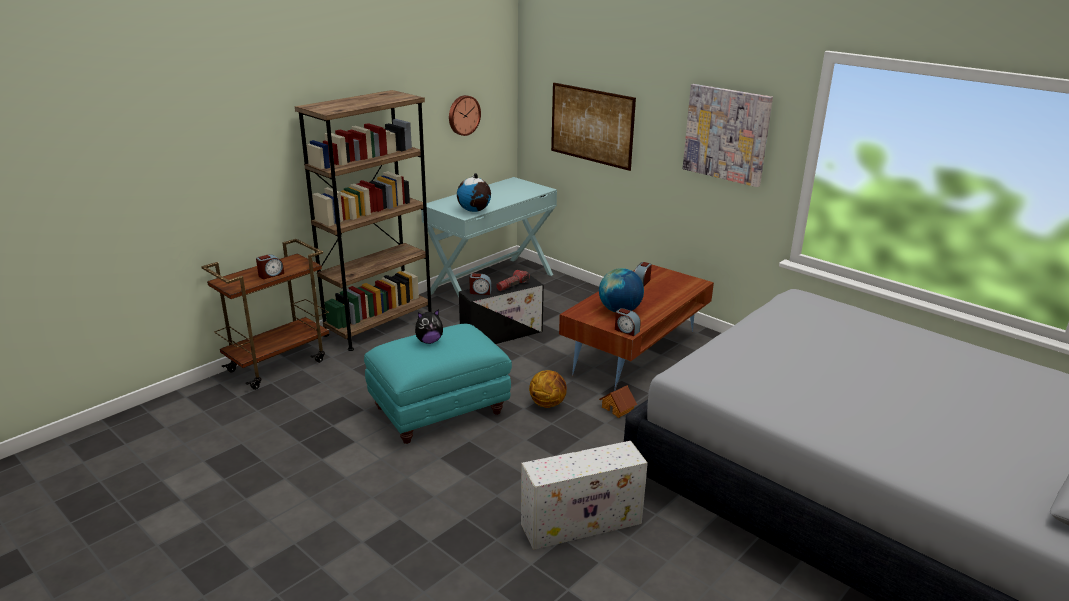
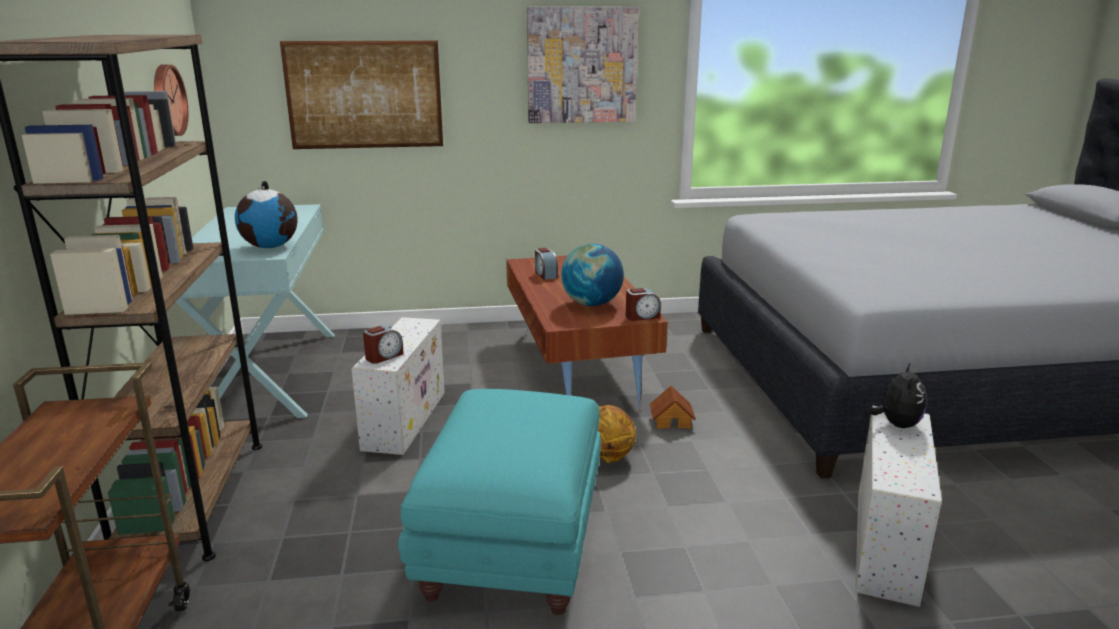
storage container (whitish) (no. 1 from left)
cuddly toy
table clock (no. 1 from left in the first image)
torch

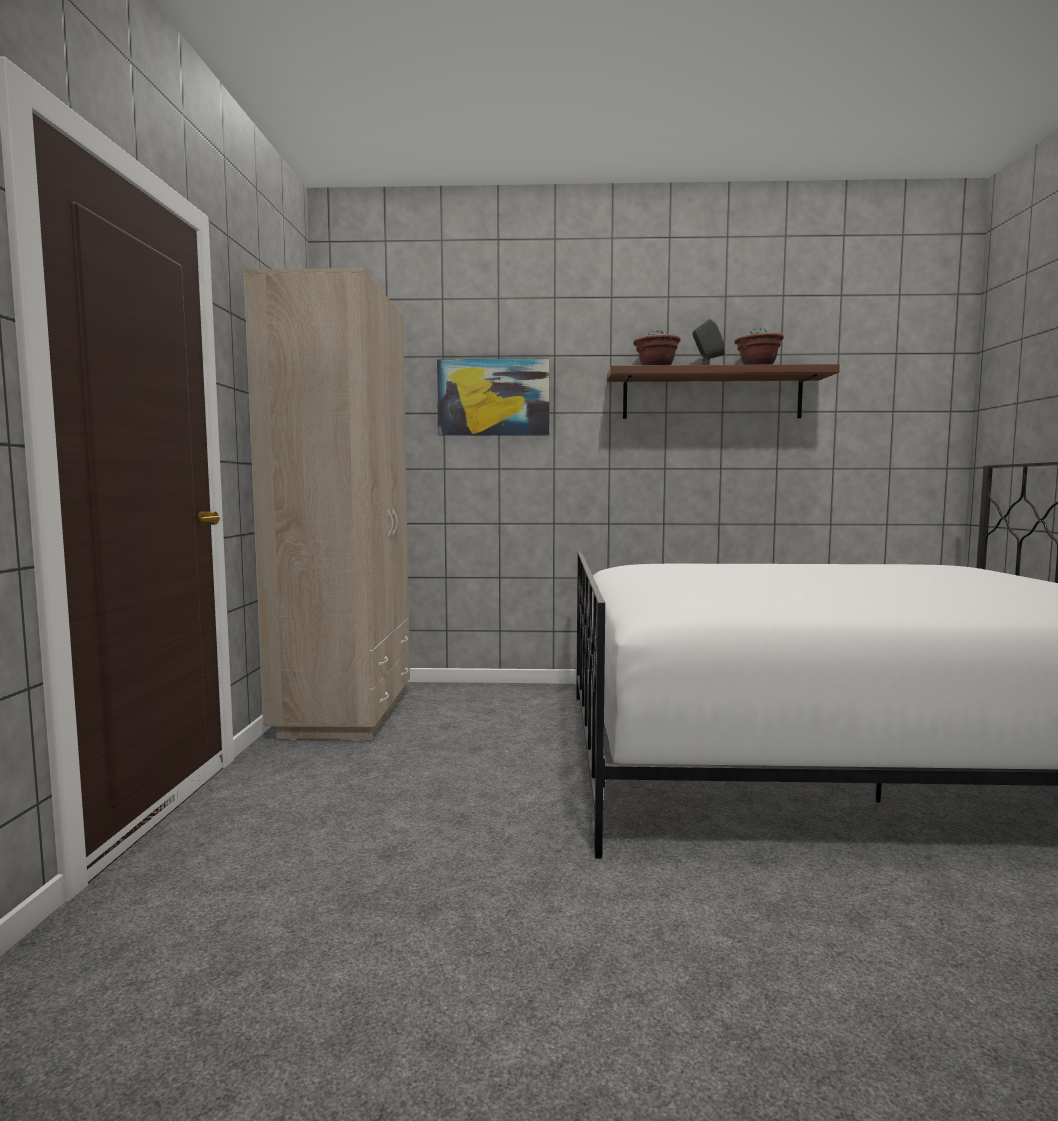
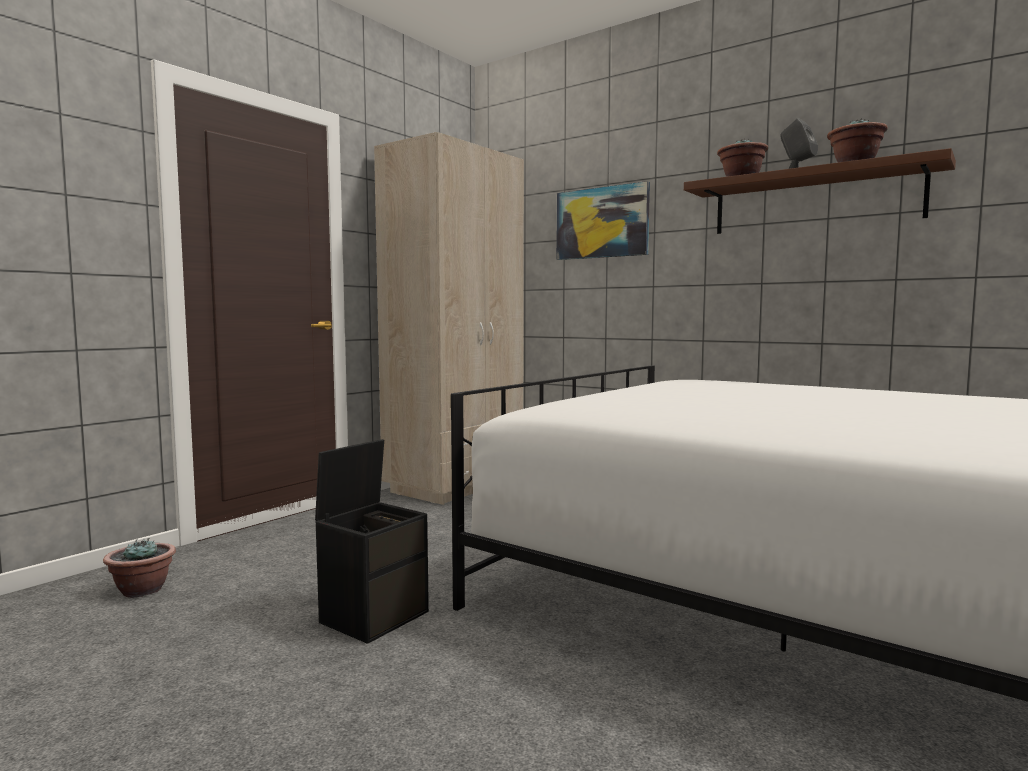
houseplant (no. 1 from left)
storage container (blackish)

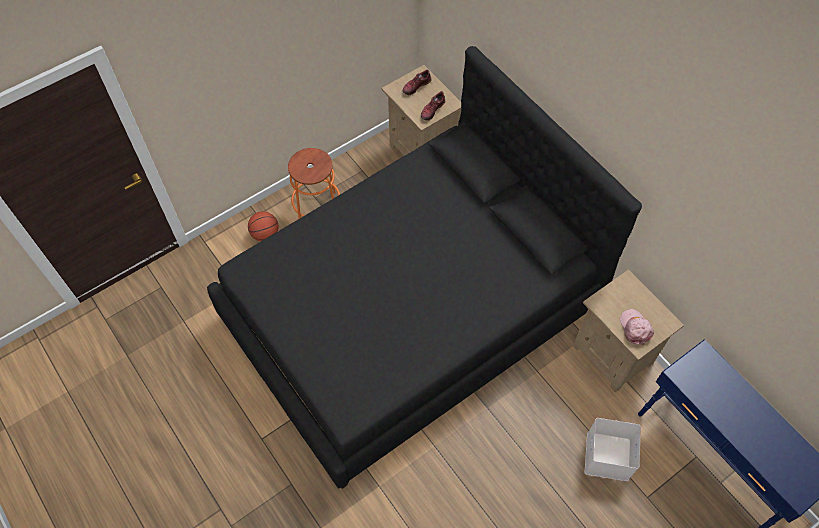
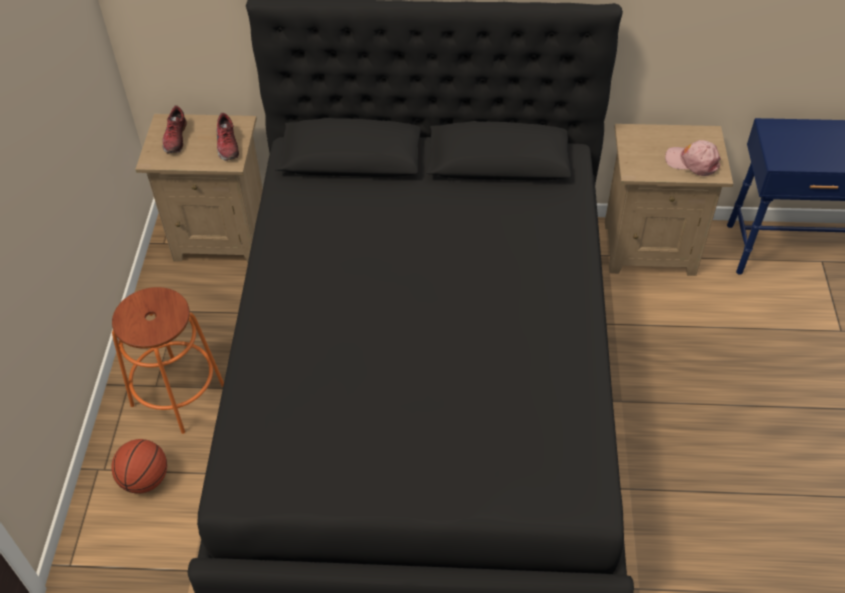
storage container (whitish)

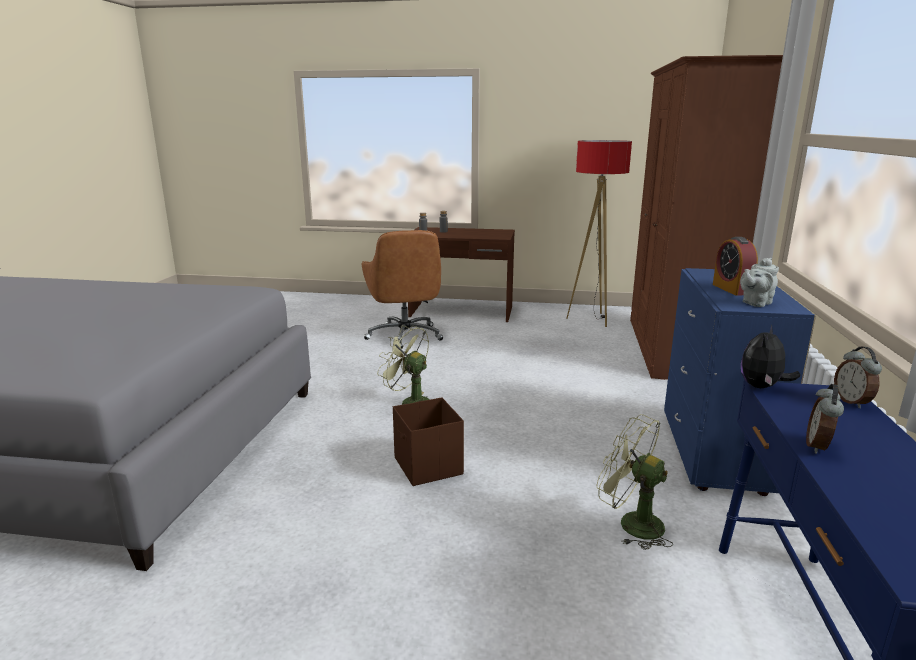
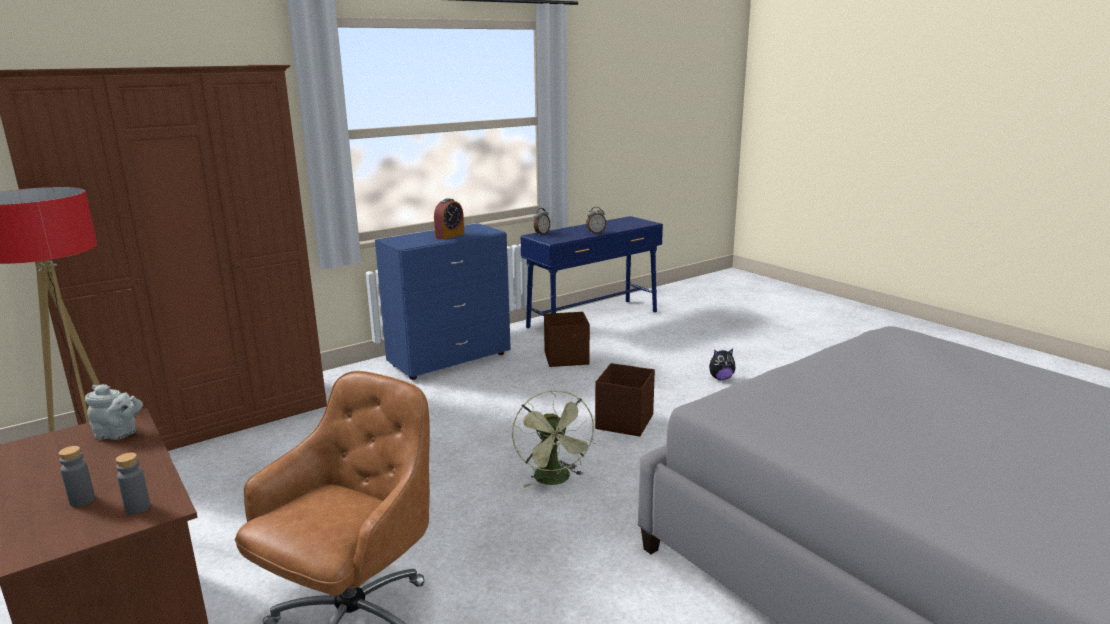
pot for tea (gray)
storage container (brown) (no. 1 from left)
cuddly toy

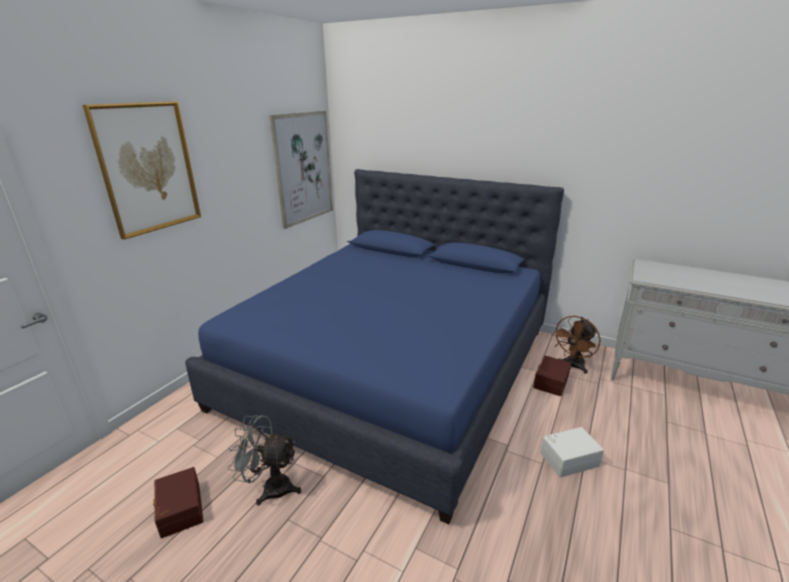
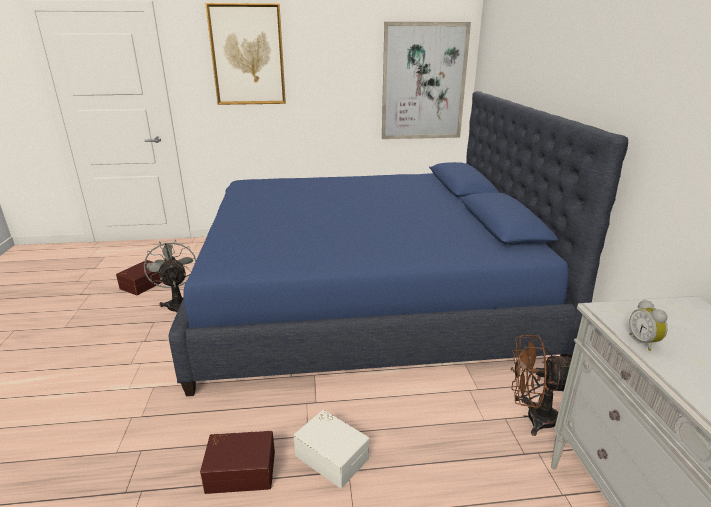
storage container (brown) (no. 2 from left)
table clock

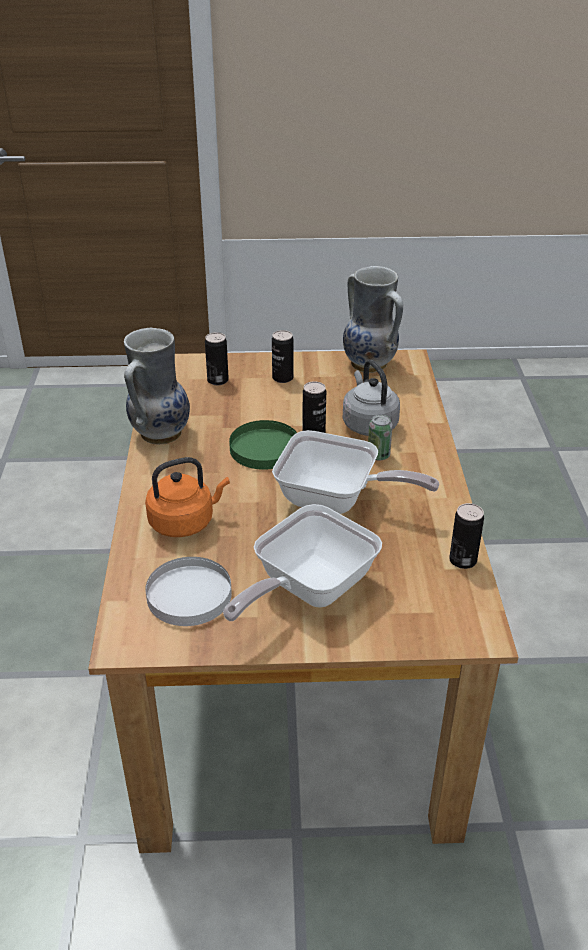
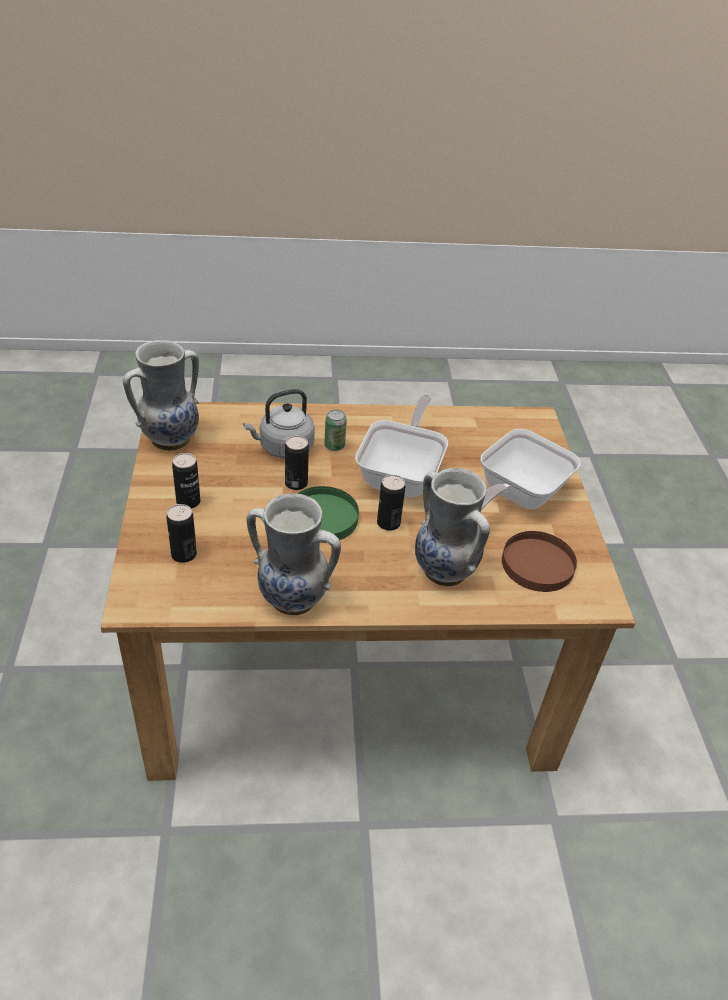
sealed can (no. 5 from left)
decorative vase (no. 3 from left)
pan (no. 2 from left)
dinner plate (brown)

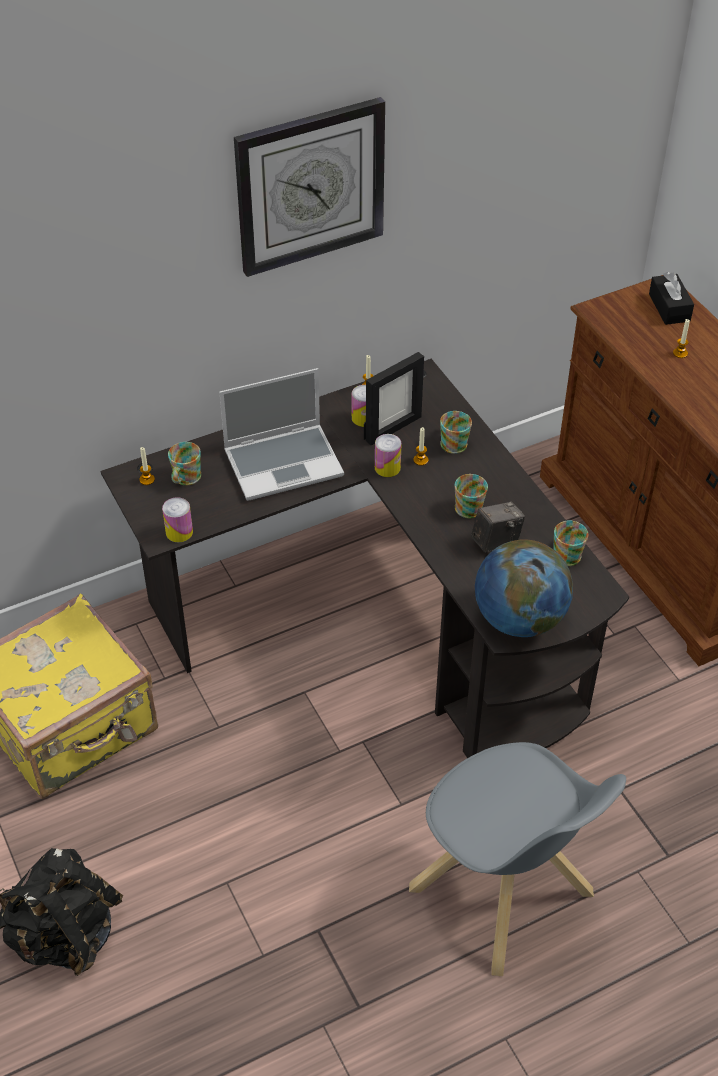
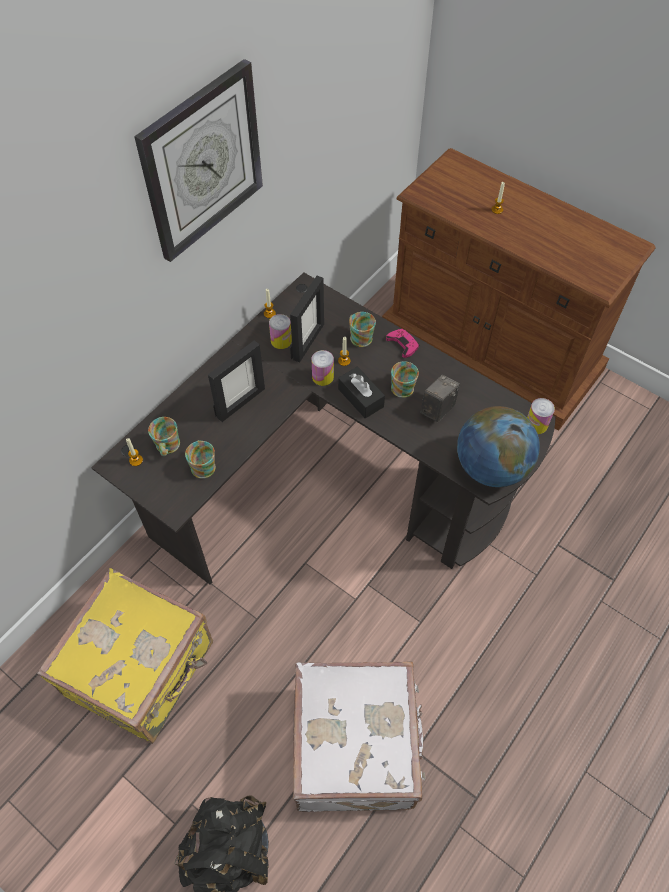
coffee mug (no. 2 from left)
picture frame (no. 1 from left)
piece of luggage (whitish)
tissue holder (blackish)
game controller (pink-coloured)
sealed can (no. 3 from left)
upright chair (gray)

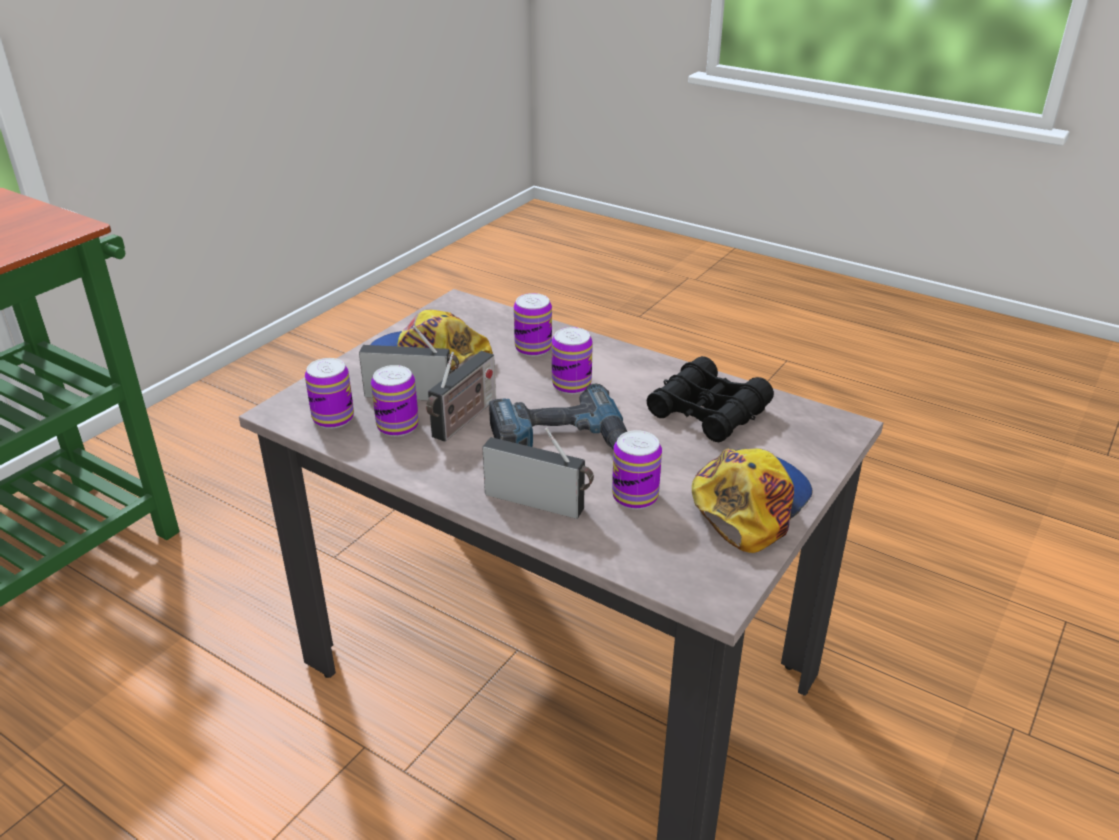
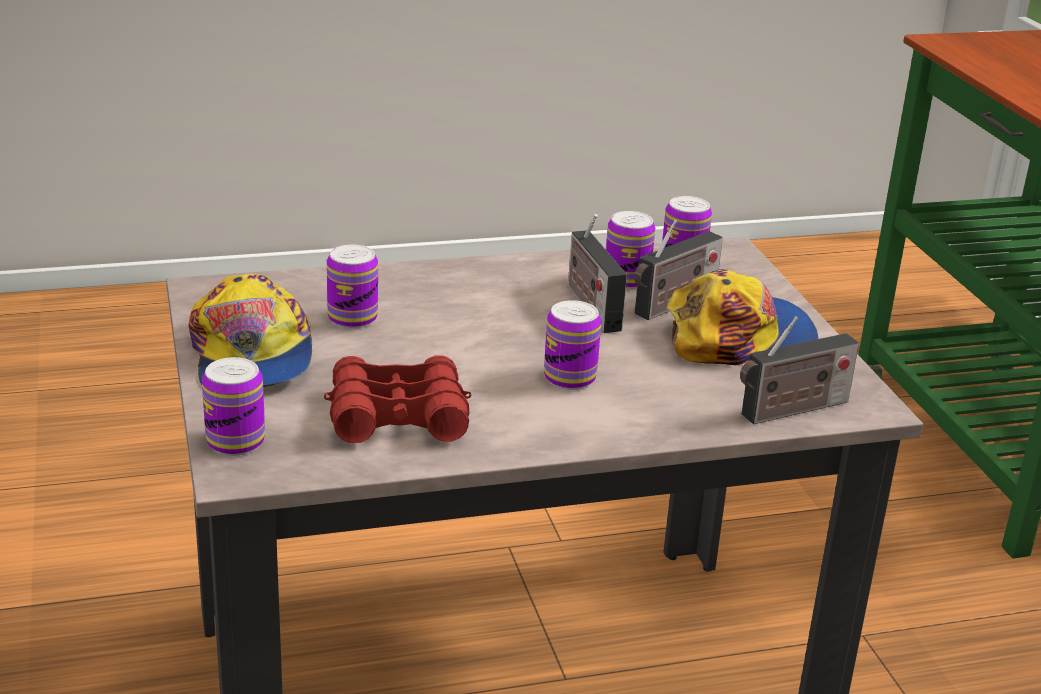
sealed can (no. 1 from left)
binoculars (reddish)
radio (no. 3 from left)
power drill

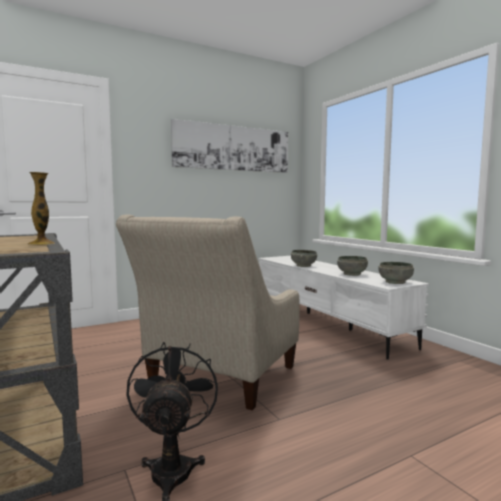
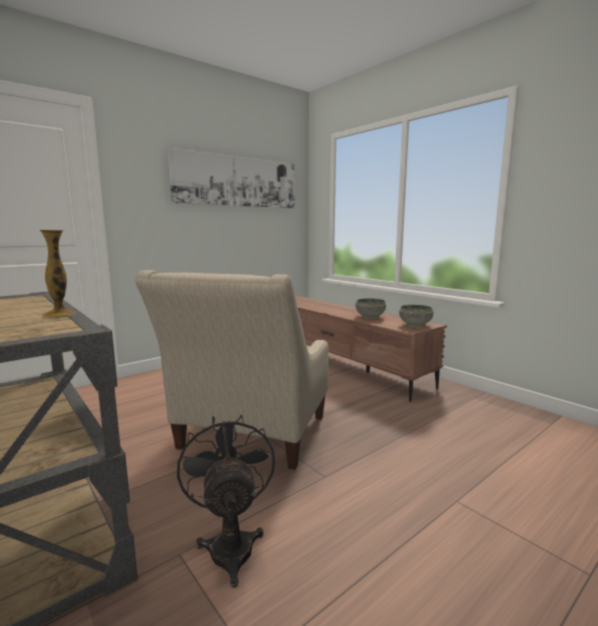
media console (brown)
serving bowl (gray) (no. 1 from left in the first image)

